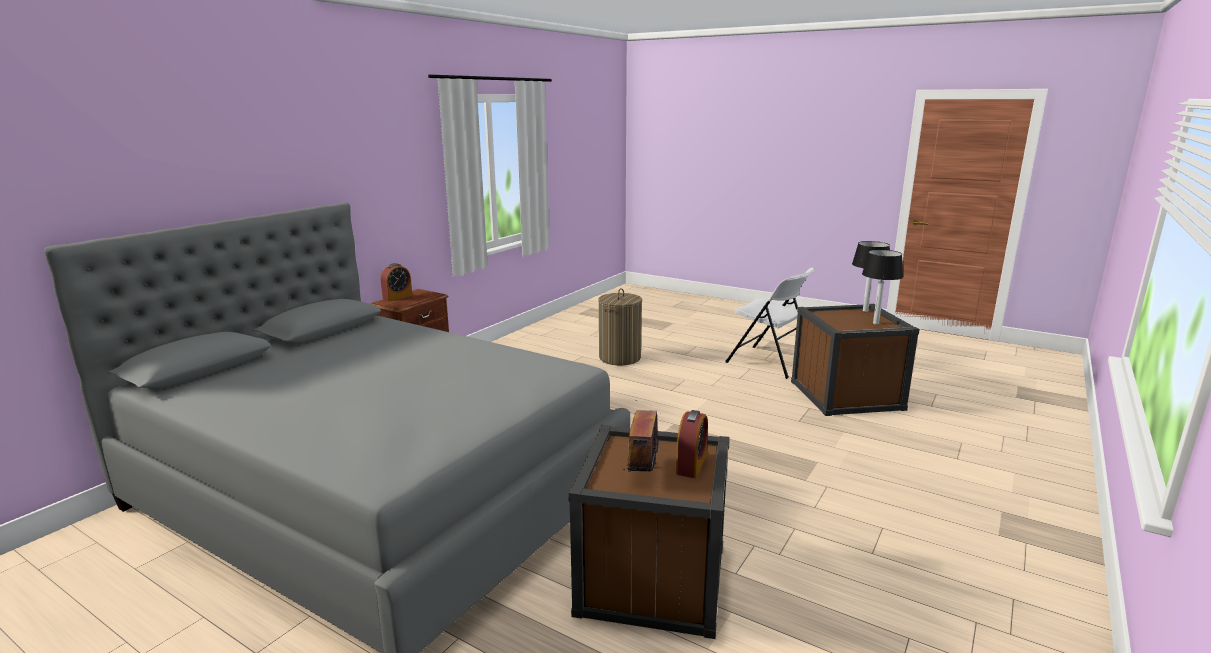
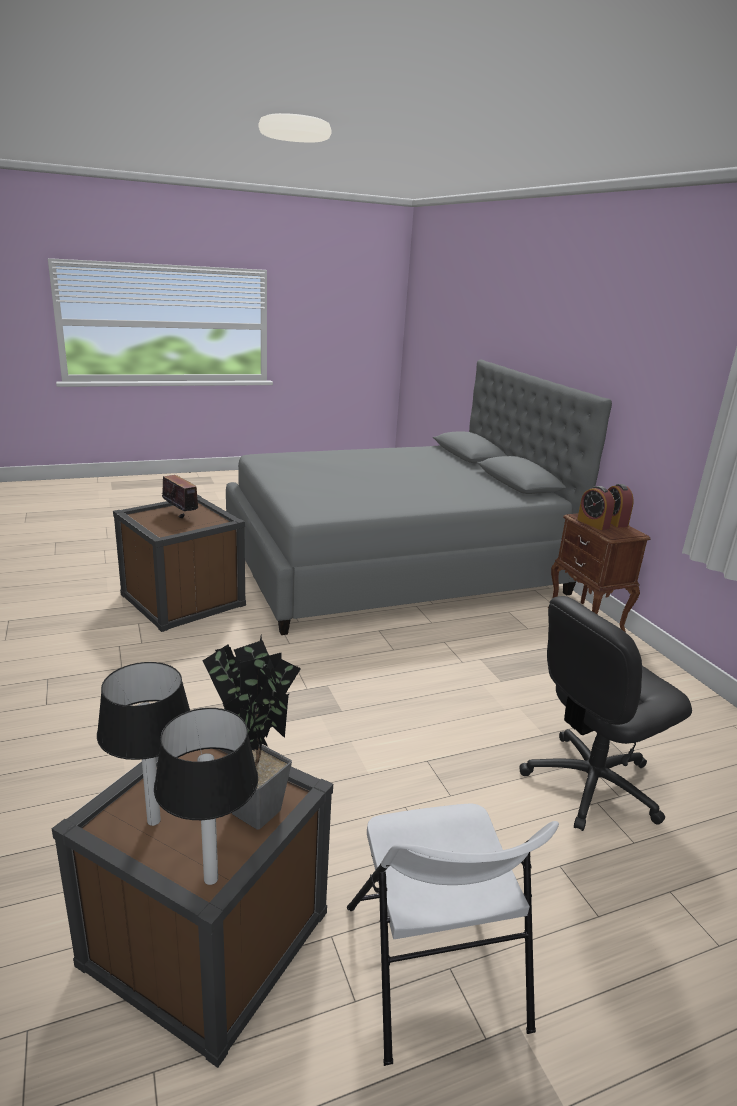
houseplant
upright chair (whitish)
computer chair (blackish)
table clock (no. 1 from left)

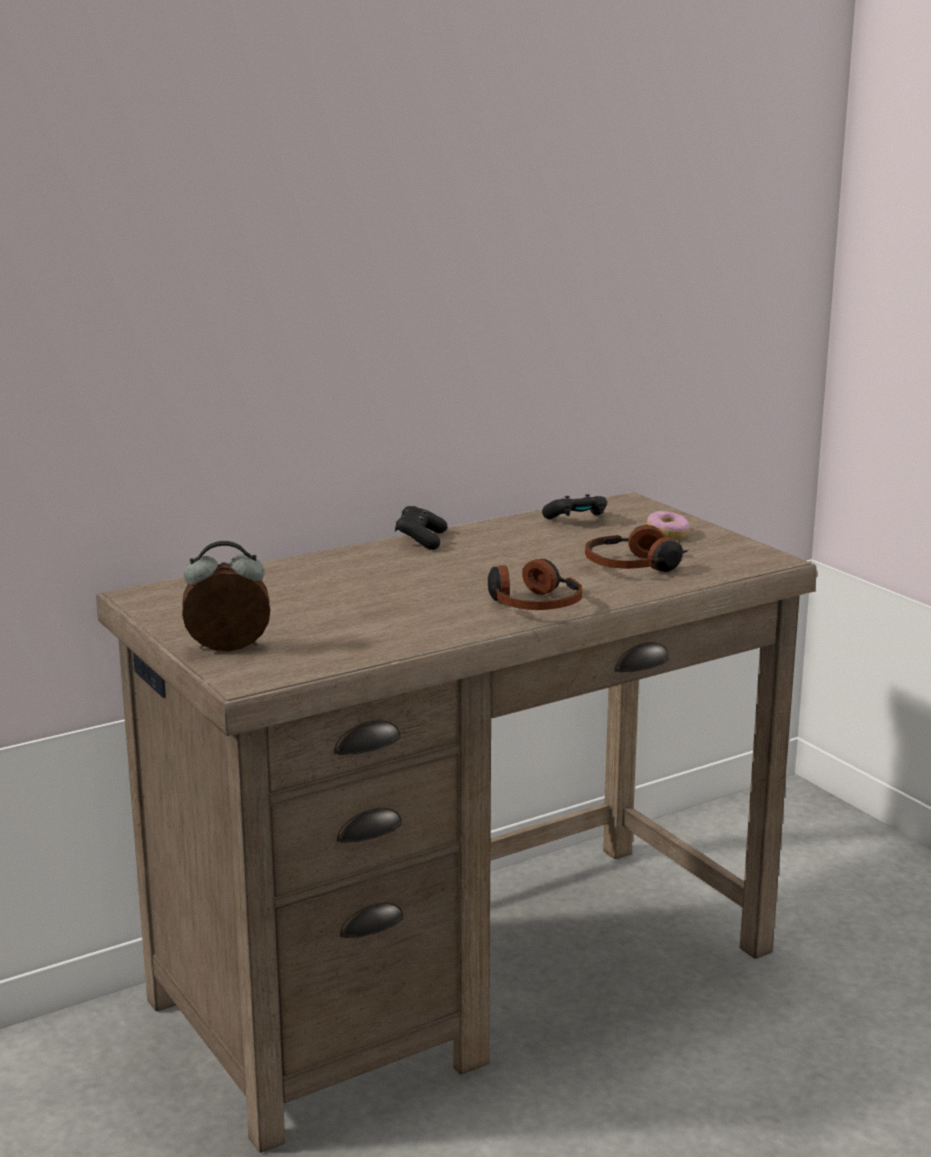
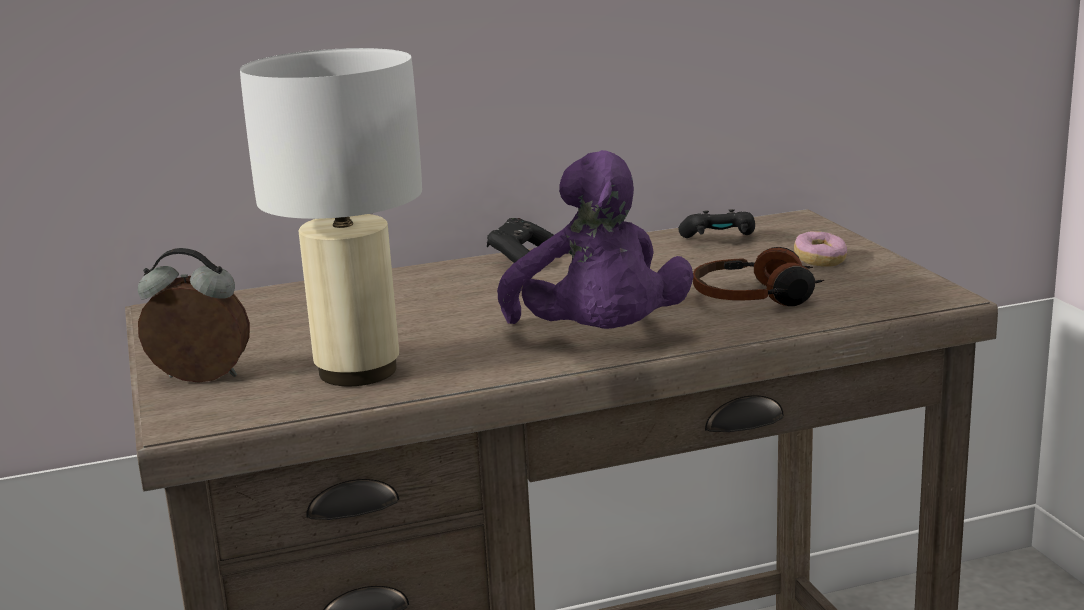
tabletop lamp (whitish)
cuddly toy (purplish)

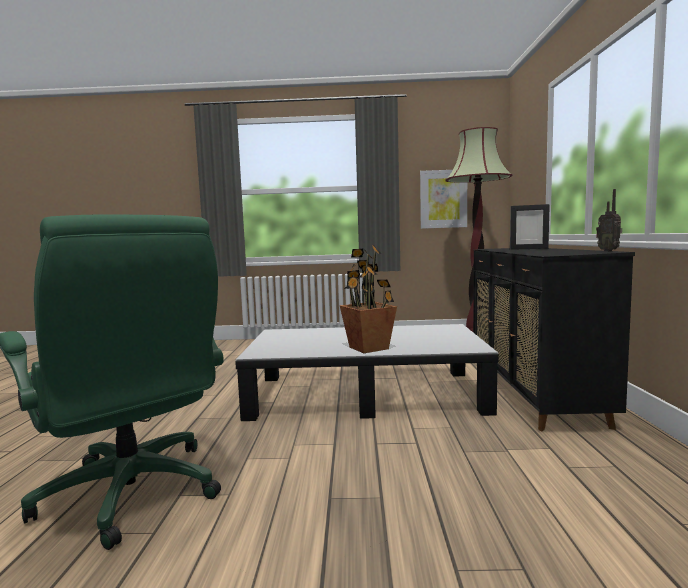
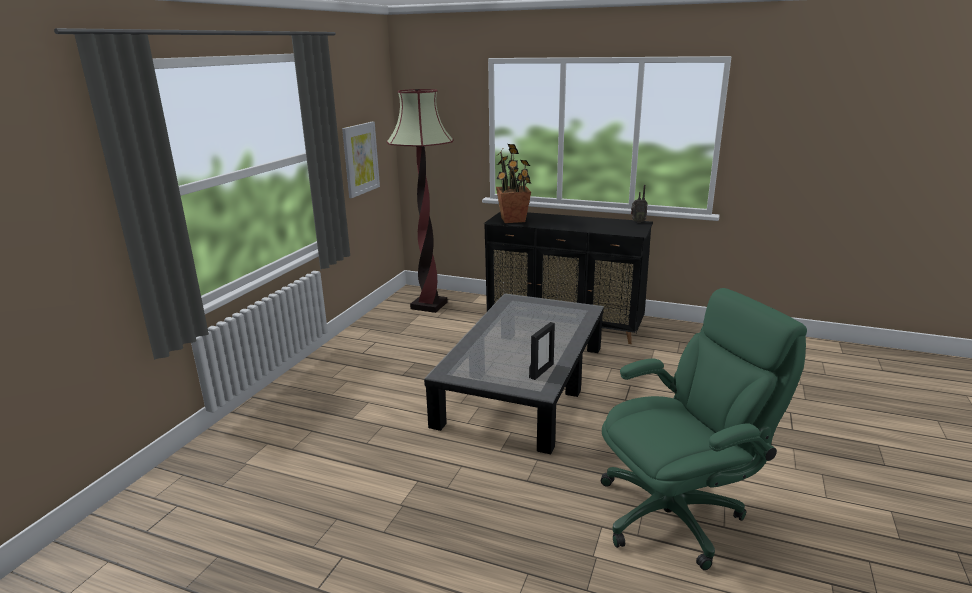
houseplant
picture frame

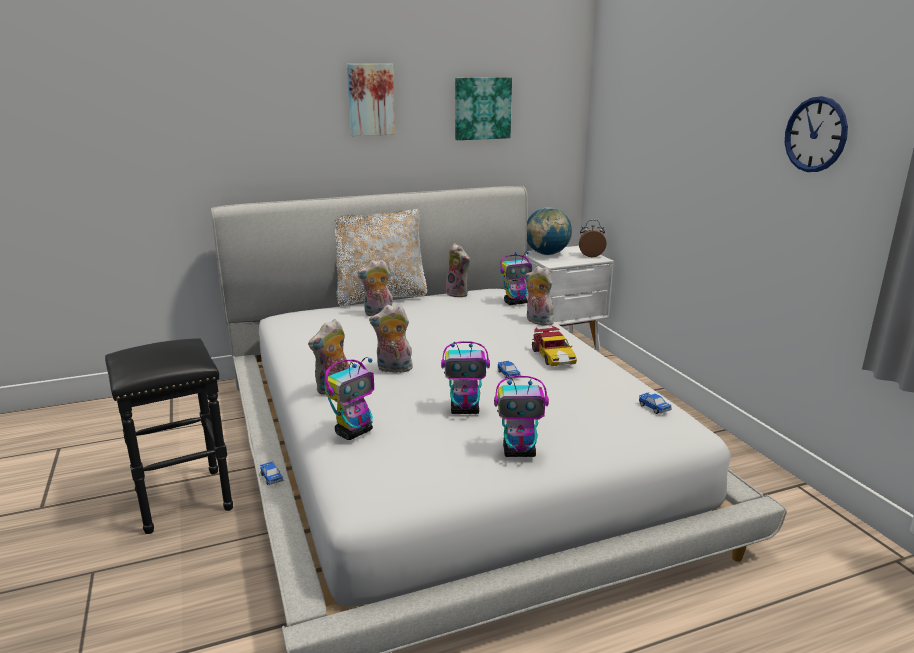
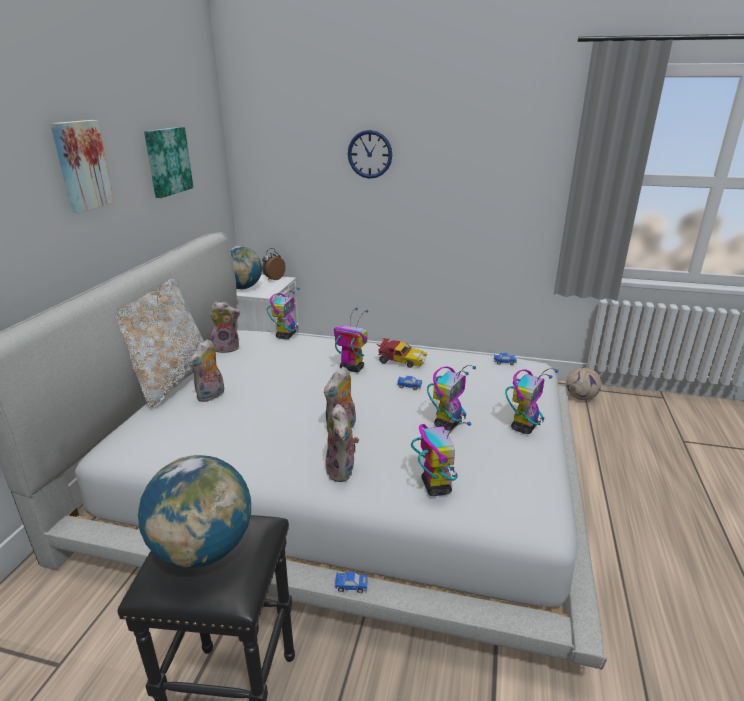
world globe (no. 1 from left)
model robot (no. 2 from left)
clock on the wall
football
cuddly toy (no. 5 from left in the first image)

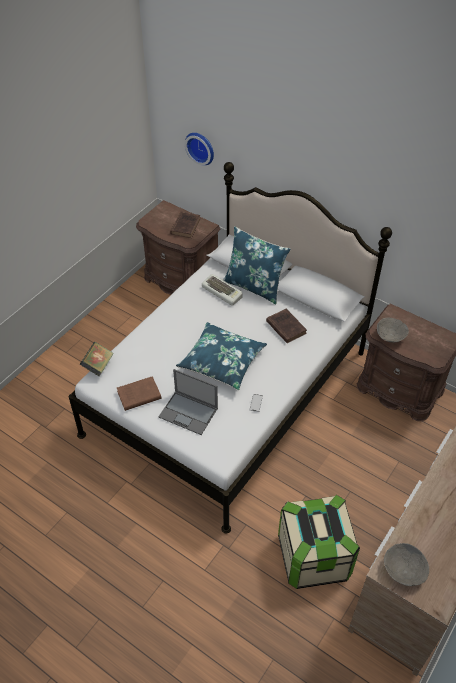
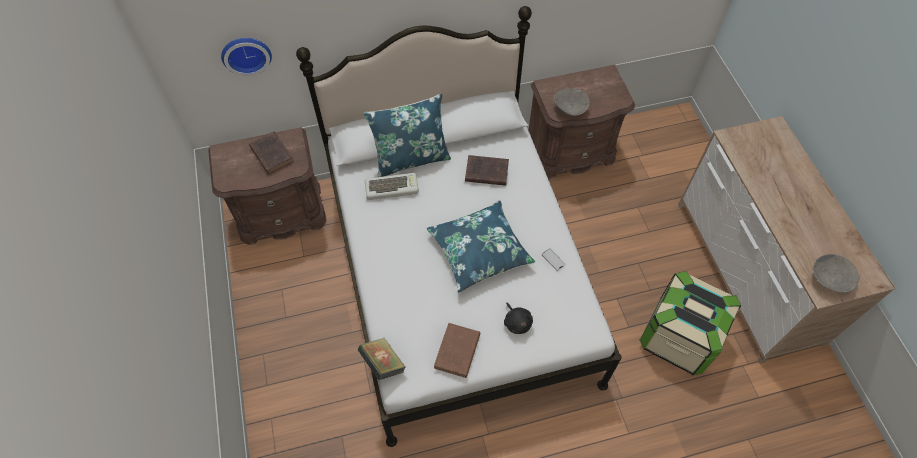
cuddly toy (blackish)

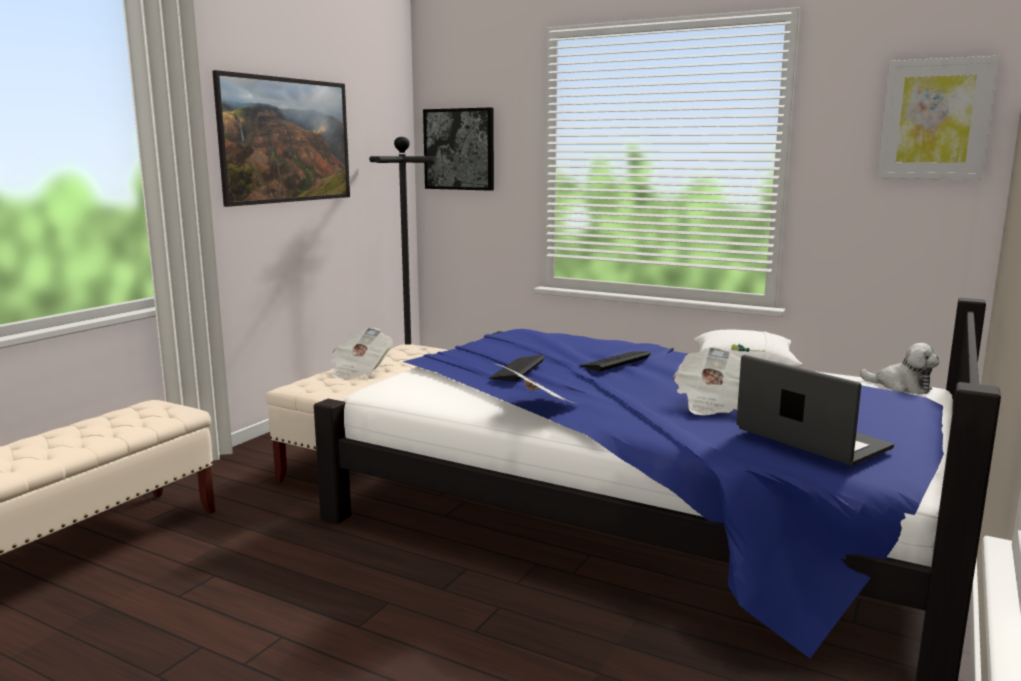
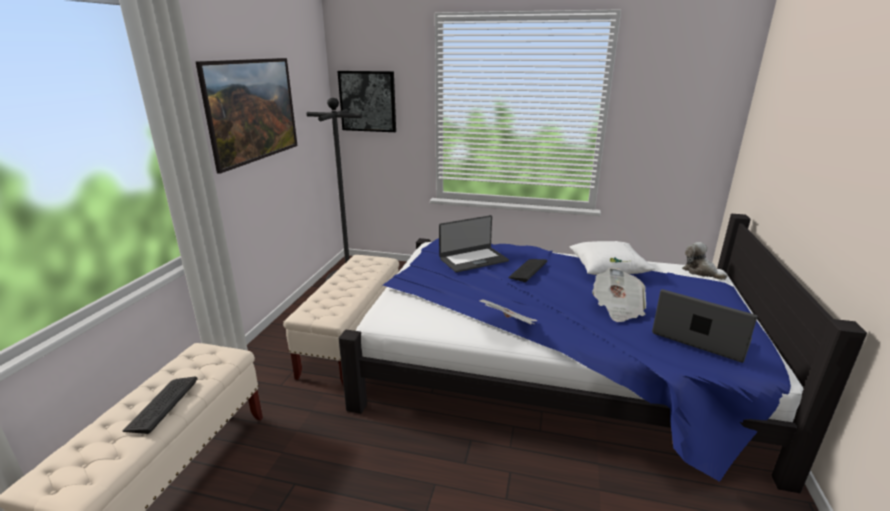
PC keyboard (no. 1 from left)
portable computer (no. 1 from left)
cuddly toy
printed paper (no. 1 from left in the first image)
wall picture (no. 3 from left in the first image)

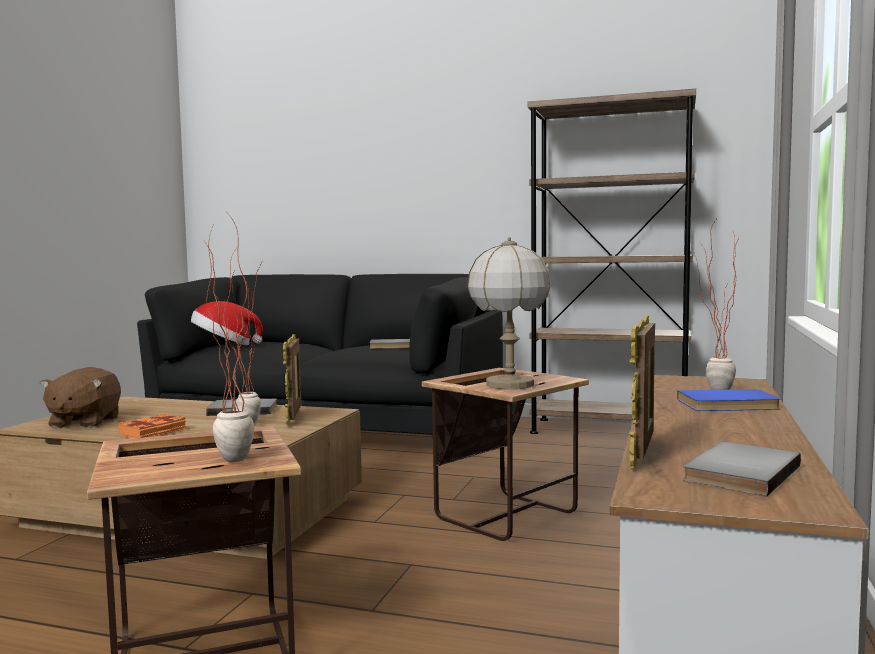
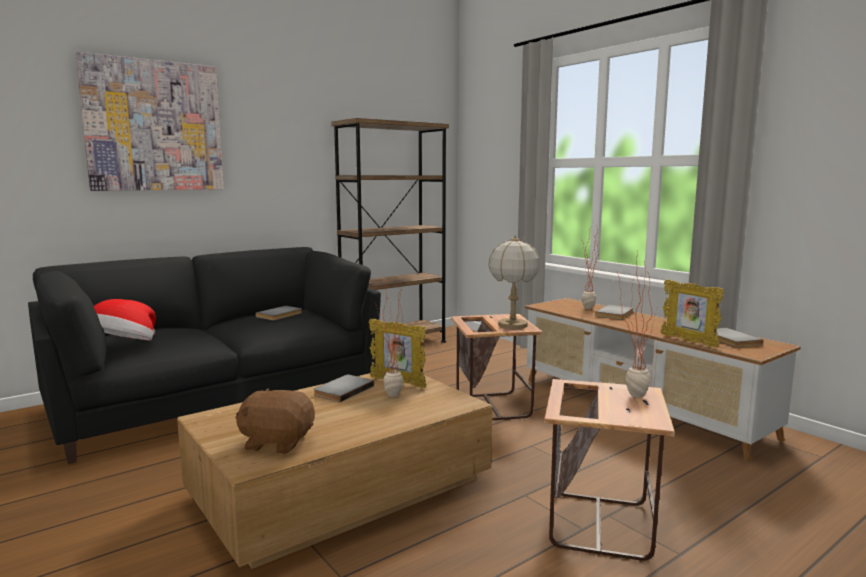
wall picture
cuddly toy (brown)
bound book (gray) (no. 3 from left)
bound book (orange-coloured)

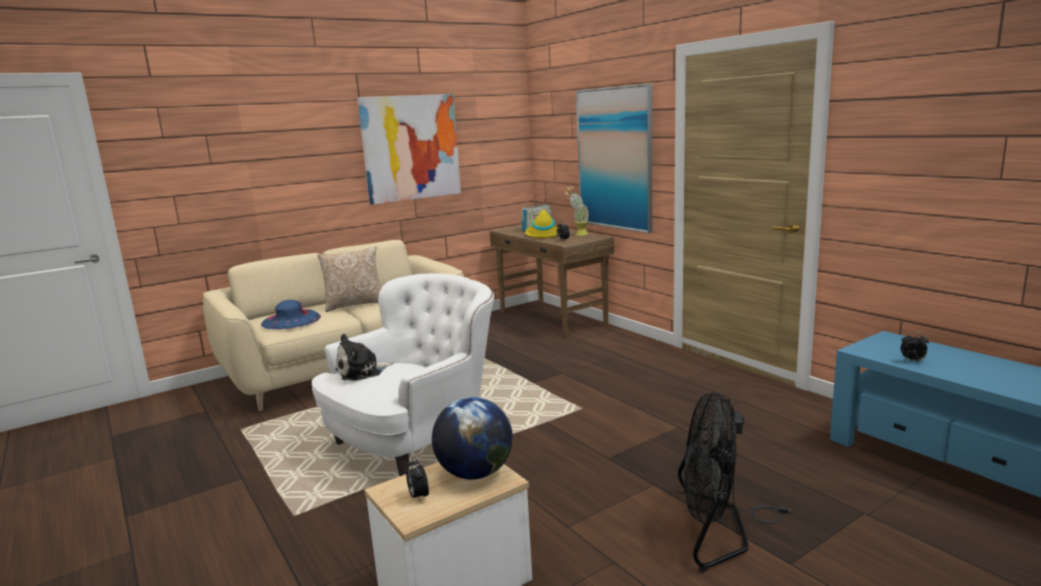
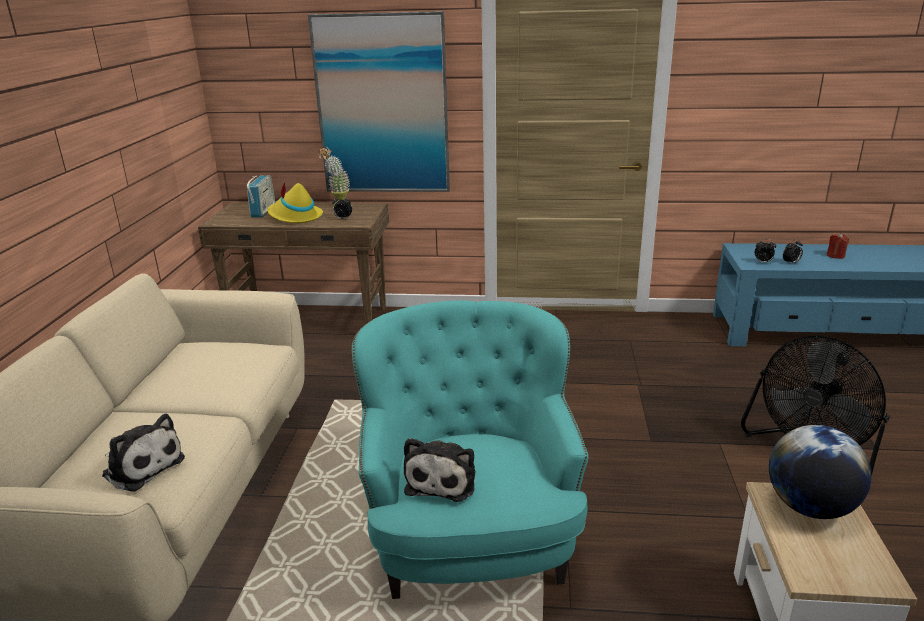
cuddly toy (no. 1 from left)
easy chair (turquoise-coloured)
table clock (no. 2 from left)
wax light (reddish)
pillow
wall picture (no. 1 from left in the first image)

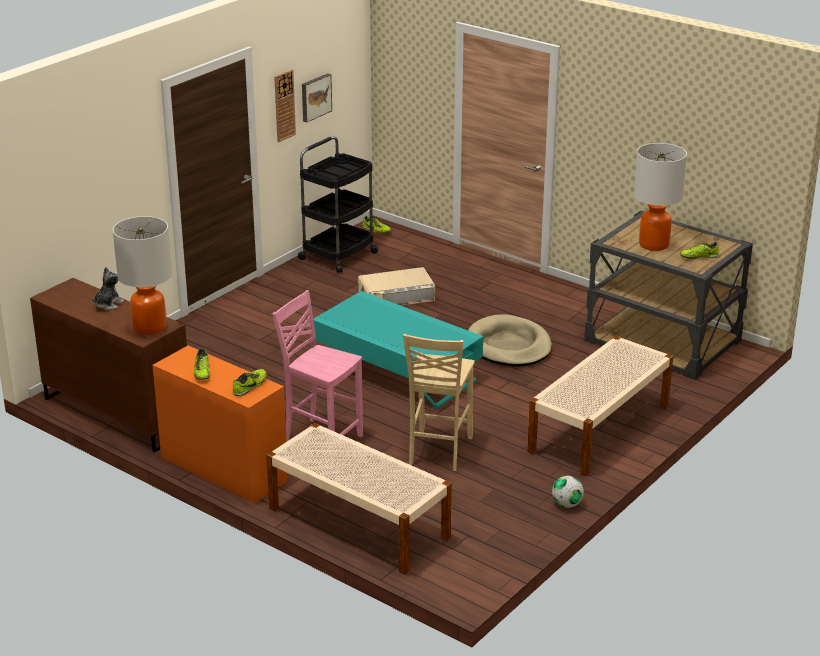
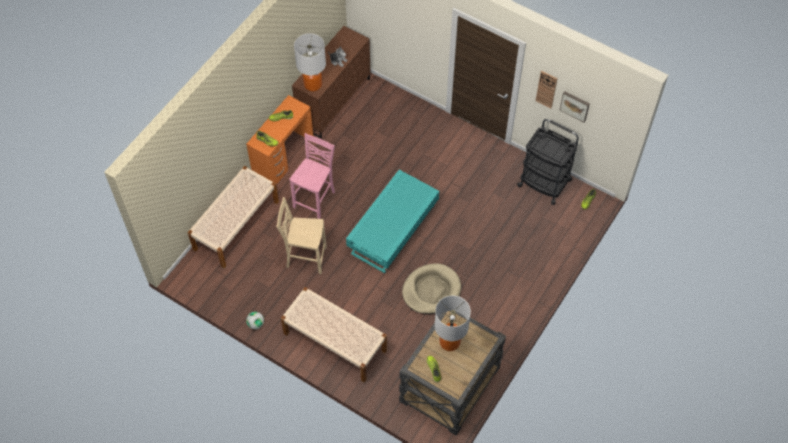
storage container (beige-coloured)

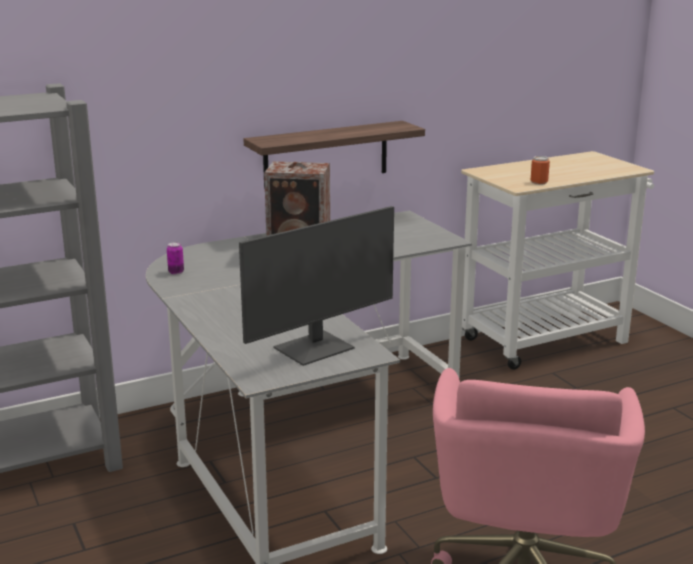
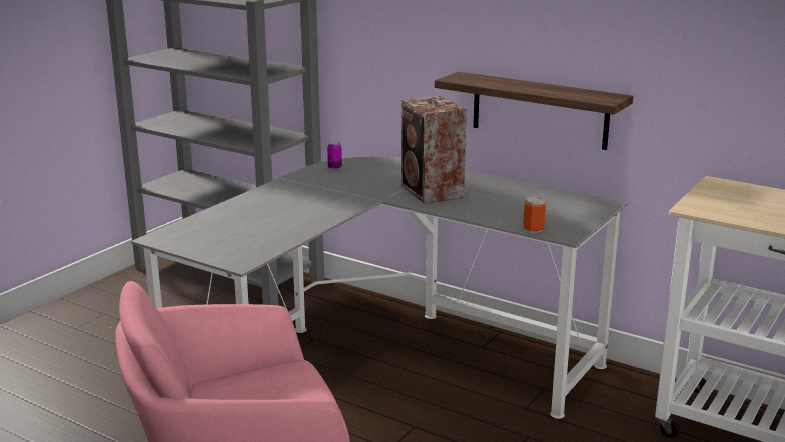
sealed can (no. 2 from left)
monitor

